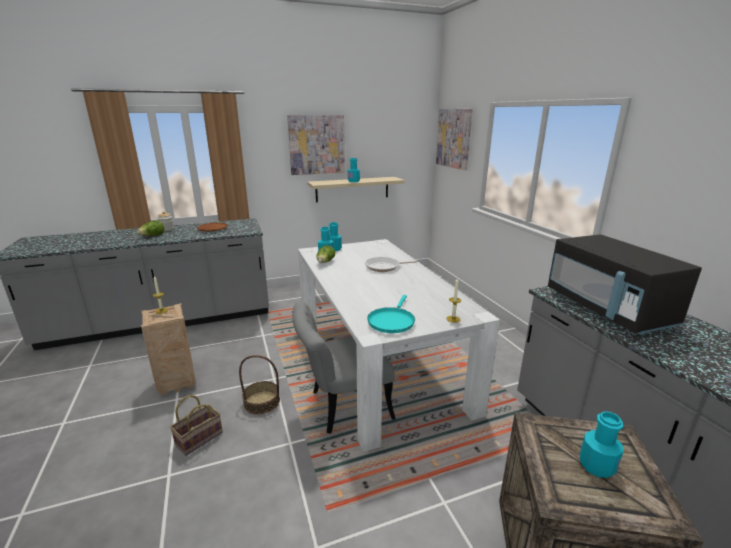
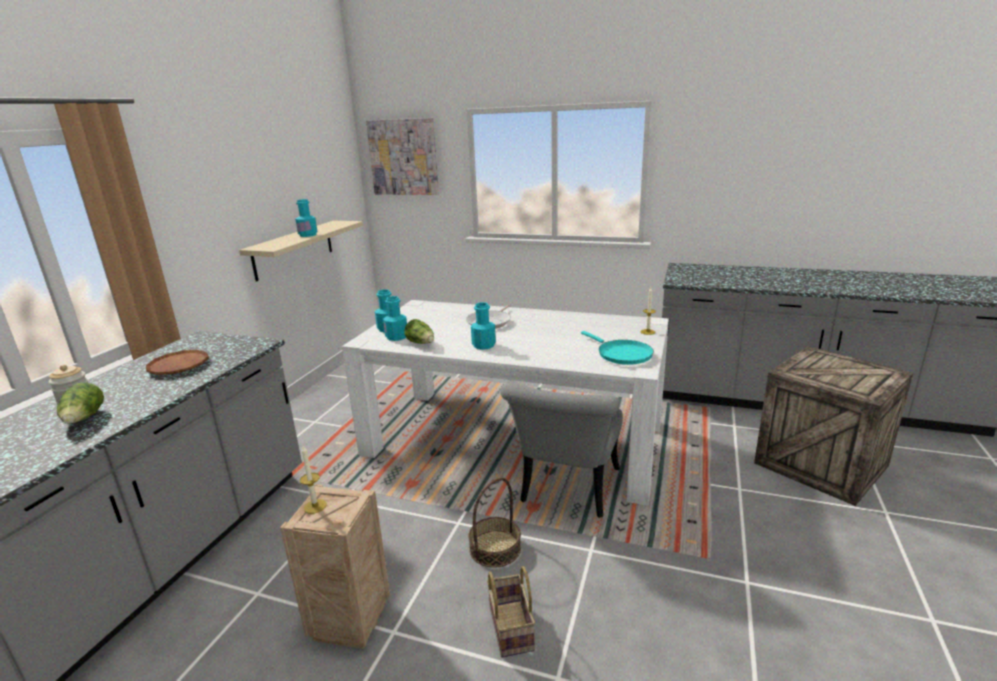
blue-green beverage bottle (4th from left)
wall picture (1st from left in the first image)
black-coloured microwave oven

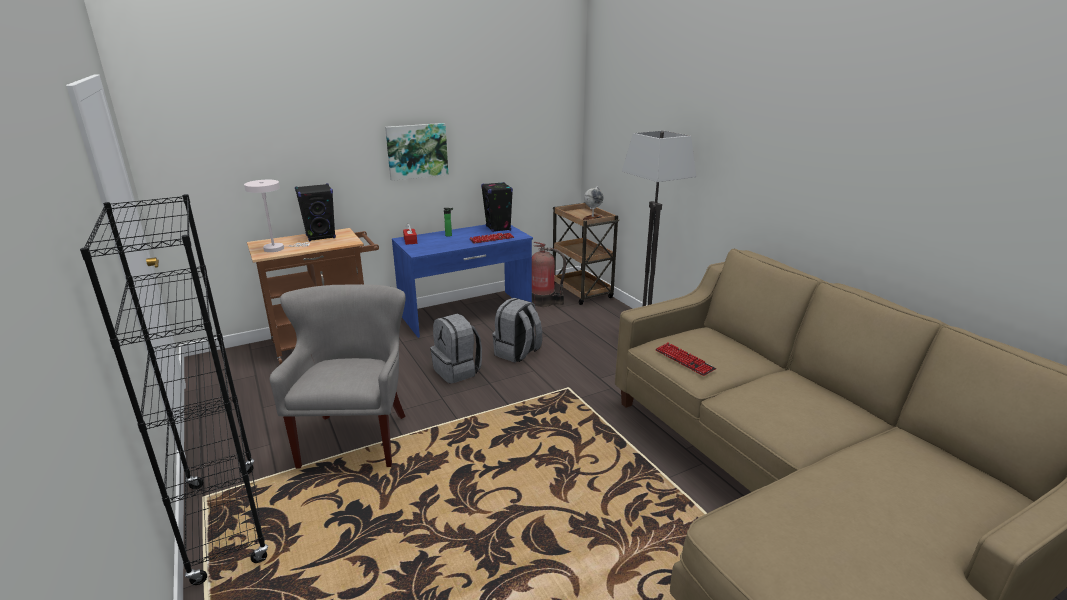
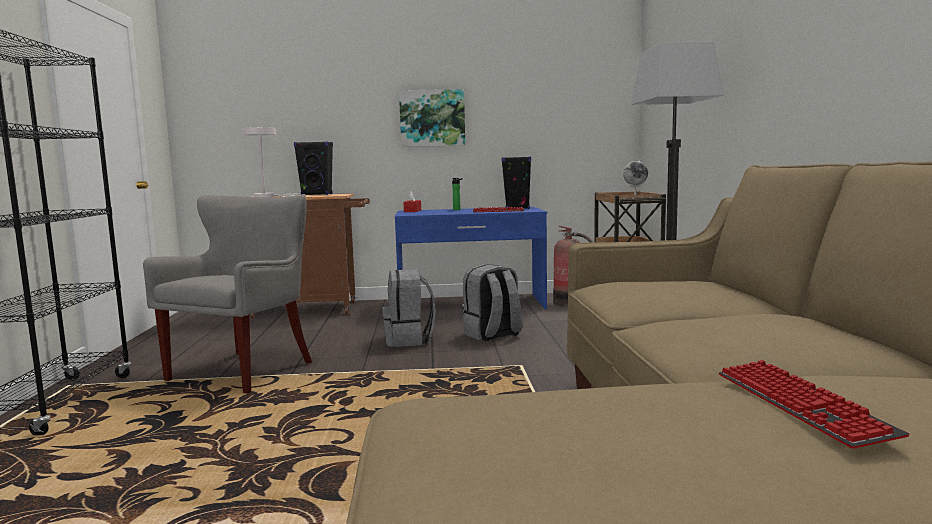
computer keyboard (2nd from left)

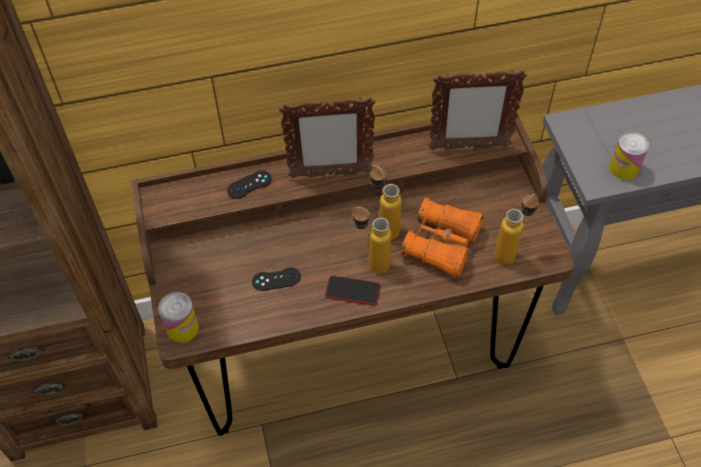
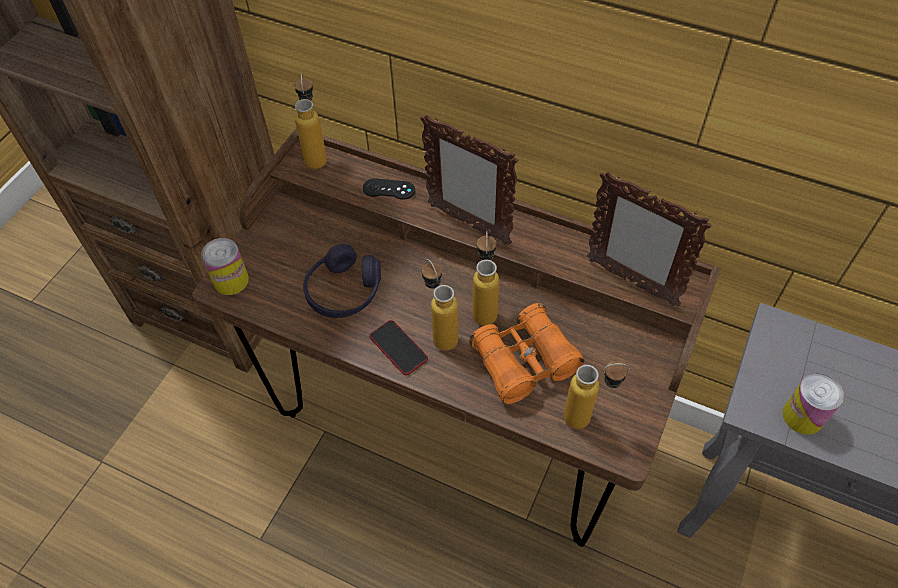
beverage bottle (1st from left)
purple-coloured pair of headphones

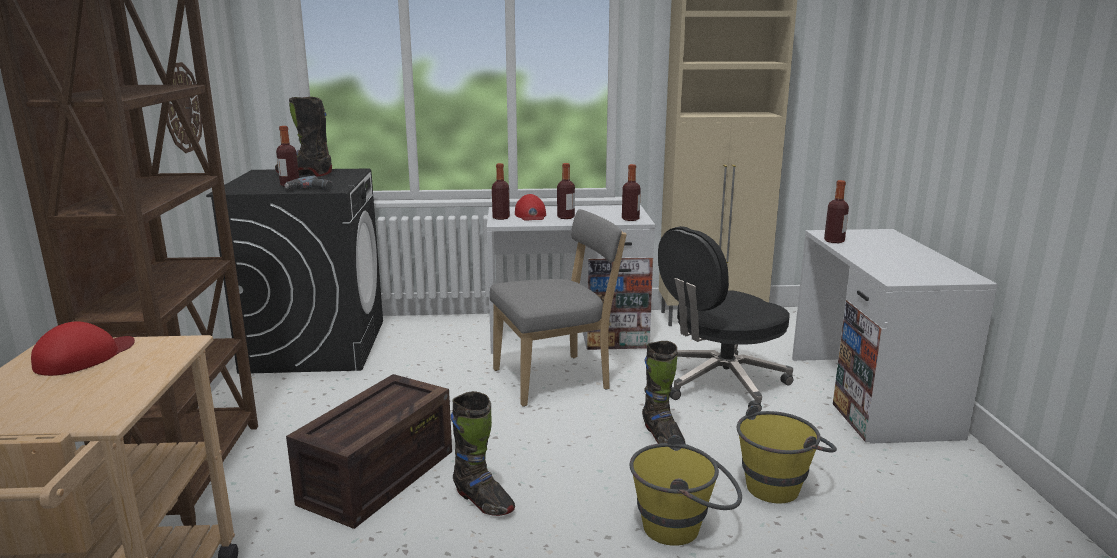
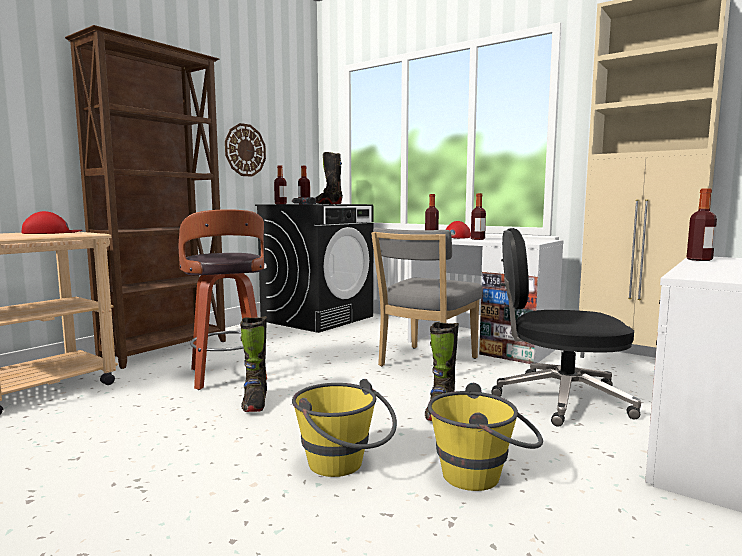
stool
beverage bottle (1st from left)
gray upright chair

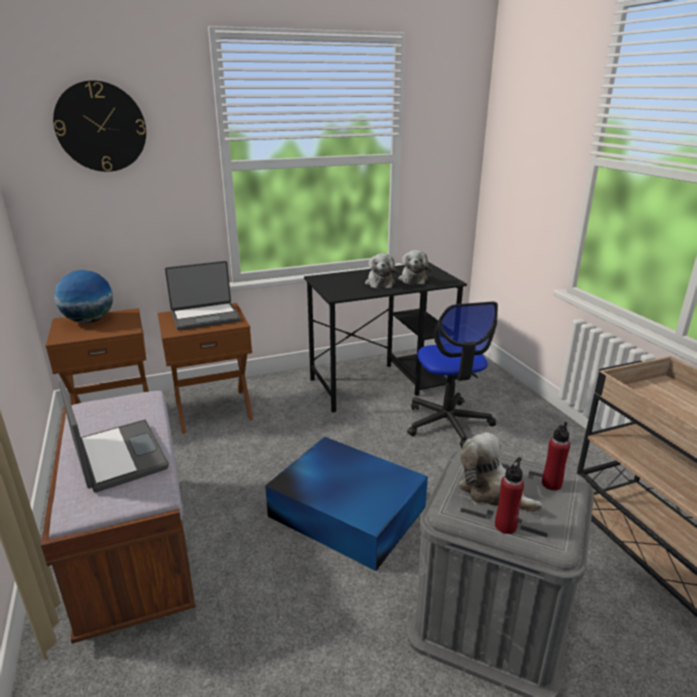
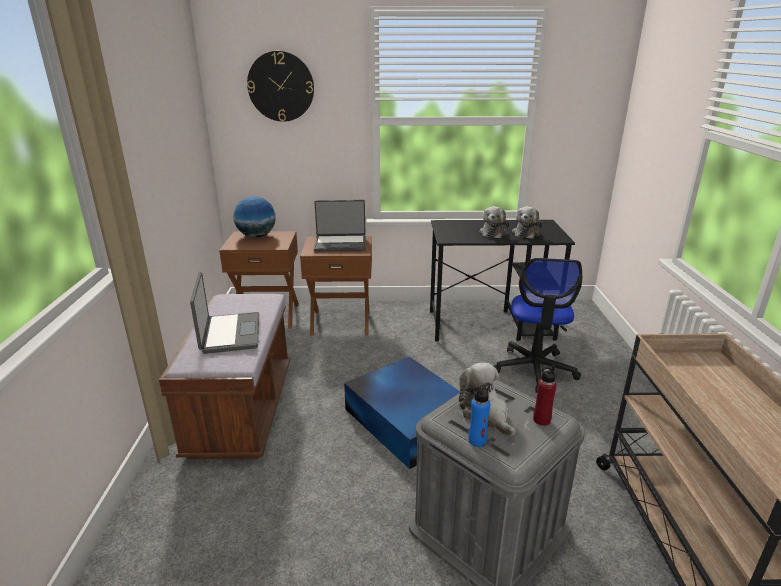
blue beverage bottle

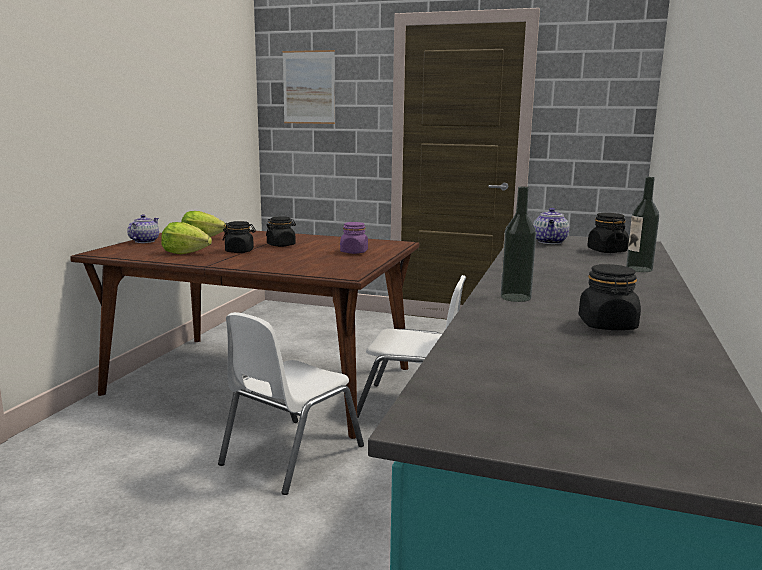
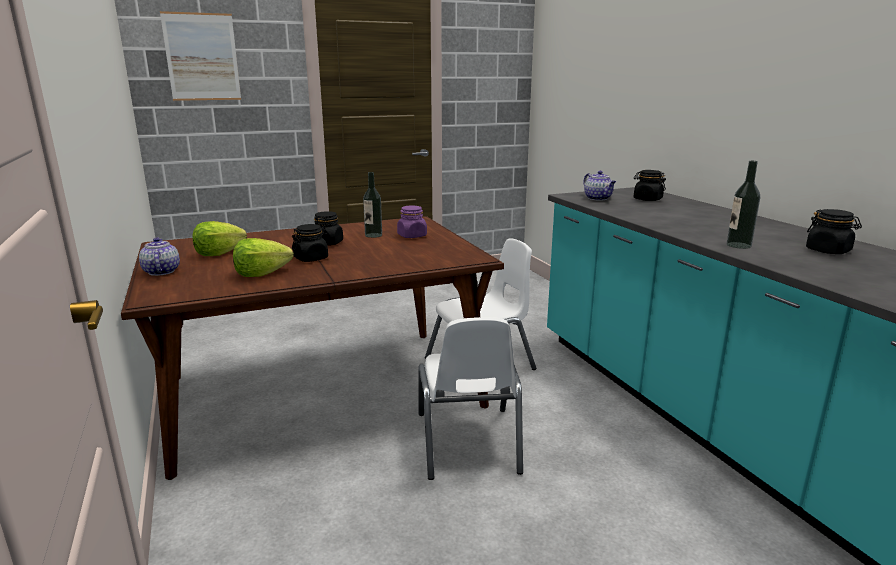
beverage bottle (1st from left)

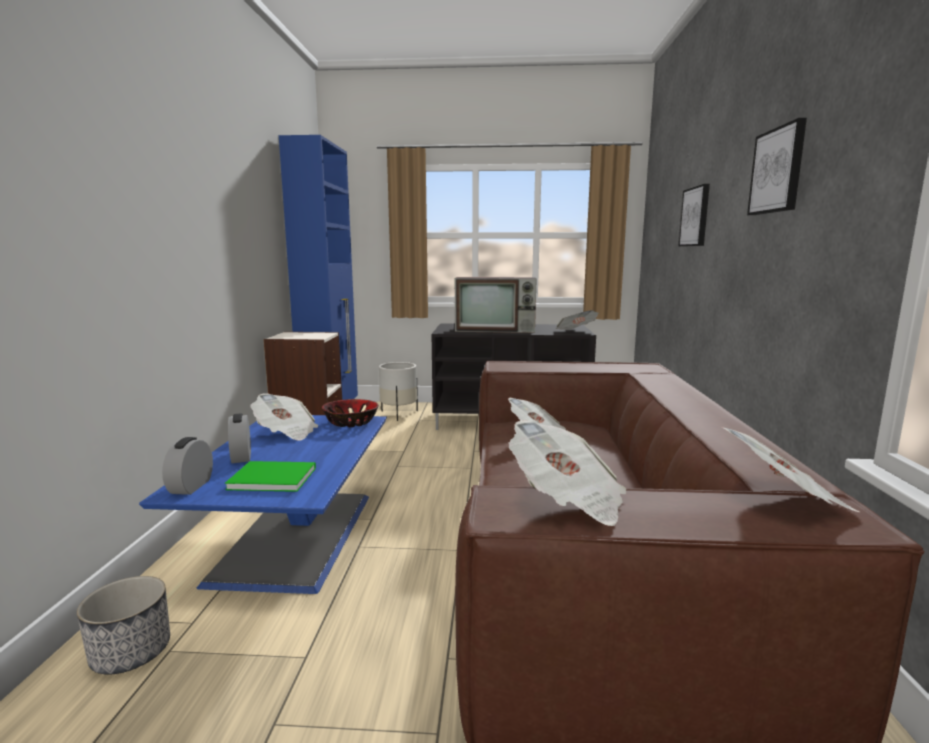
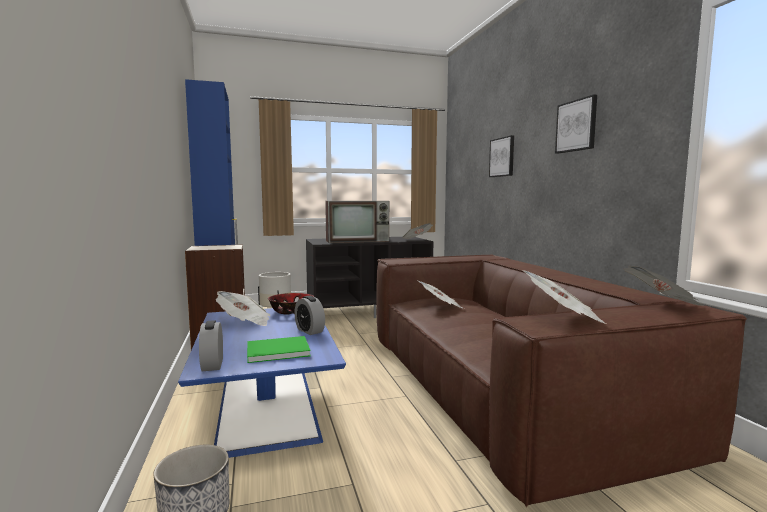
alarm clock (2nd from left)

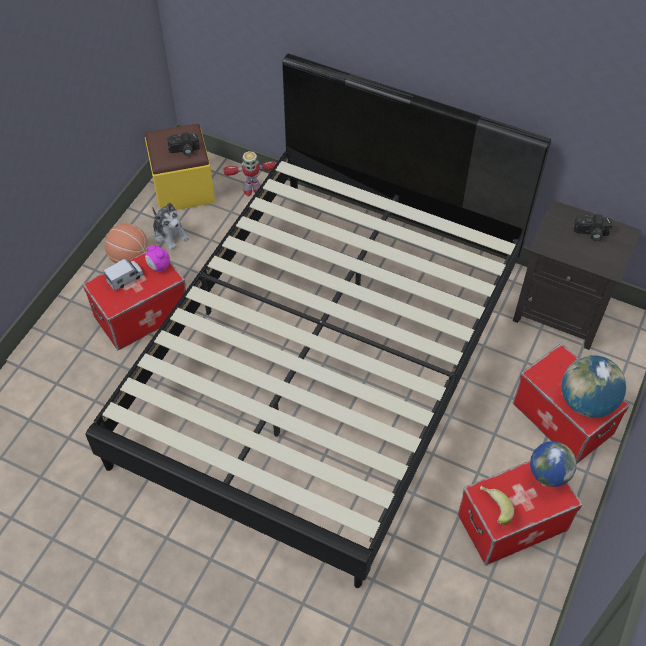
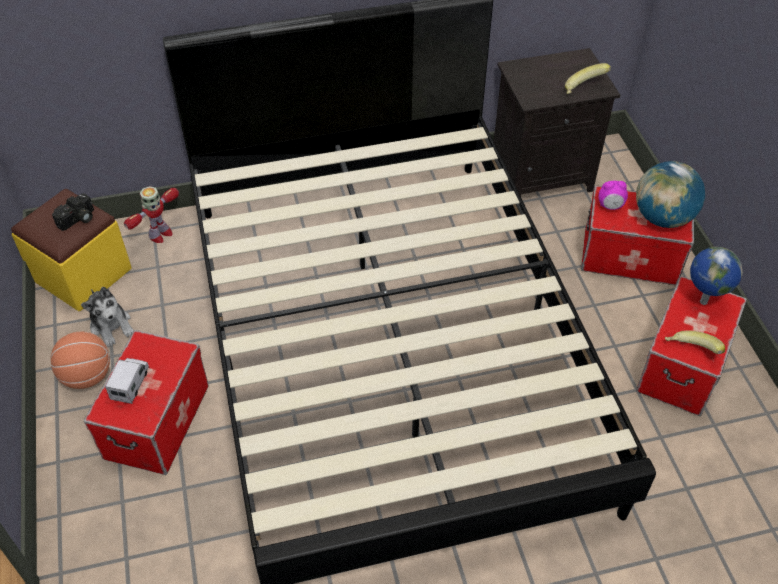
cuddly toy
banana (1st from left)
alarm clock
photo camera (2nd from left in the first image)

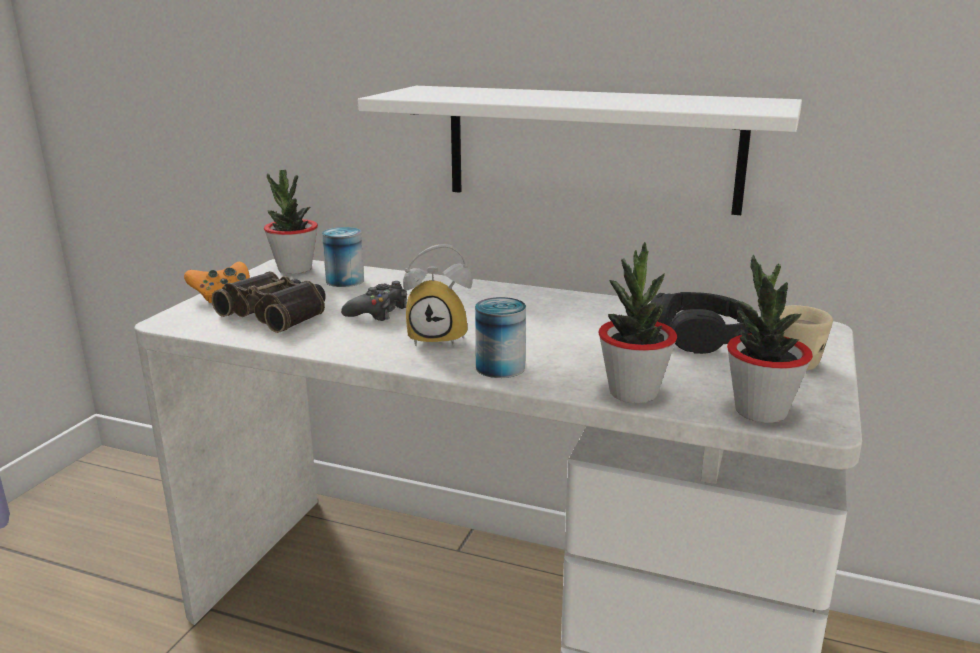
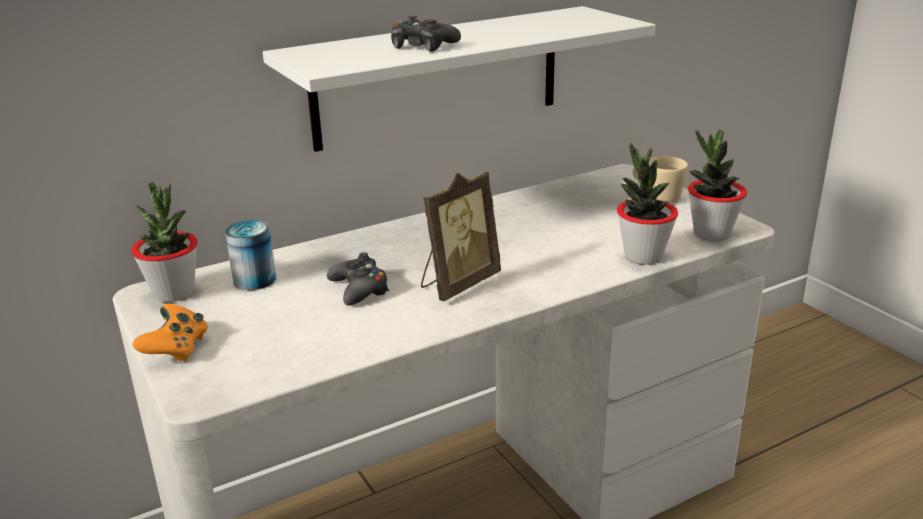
black-coloured game controller (2nd from left)
standing frame
binoculars
metal can (2nd from left in the first image)
black-coloured pair of headphones

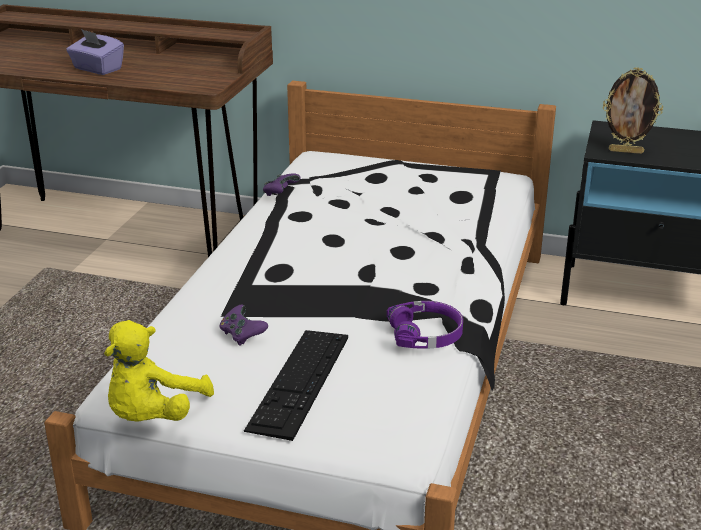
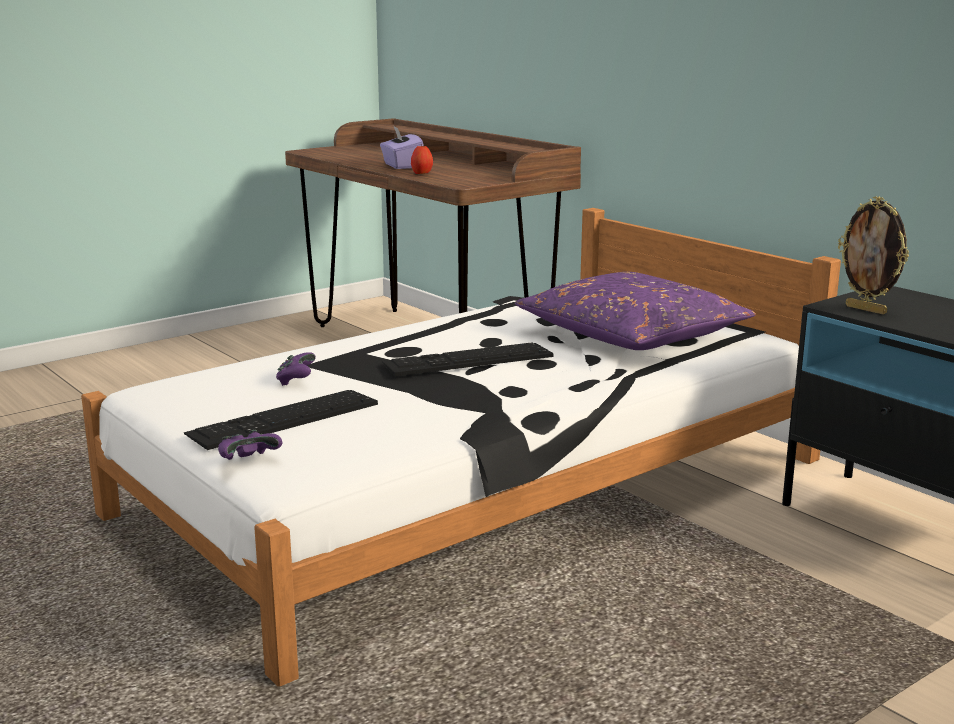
purple-coloured game controller (1st from left)
computer keyboard (2nd from left)
whole apple
purple-coloured pillow
yellow-coloured cuddly toy
purple-coloured pair of headphones

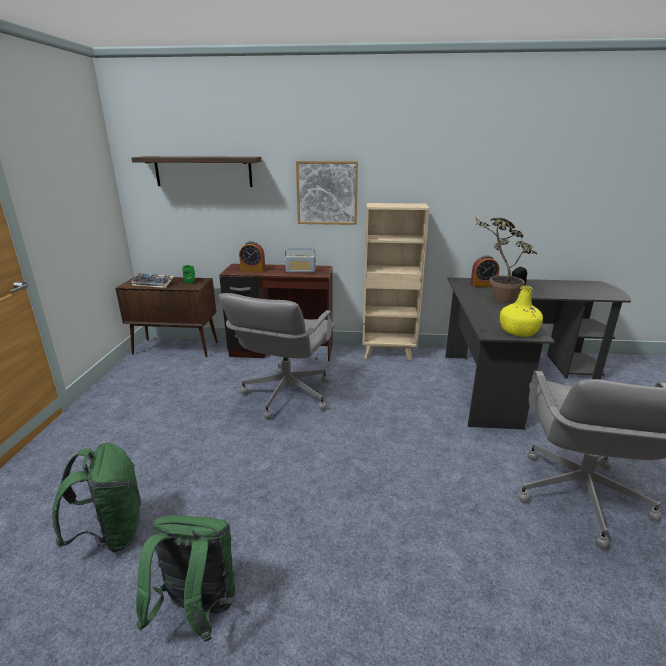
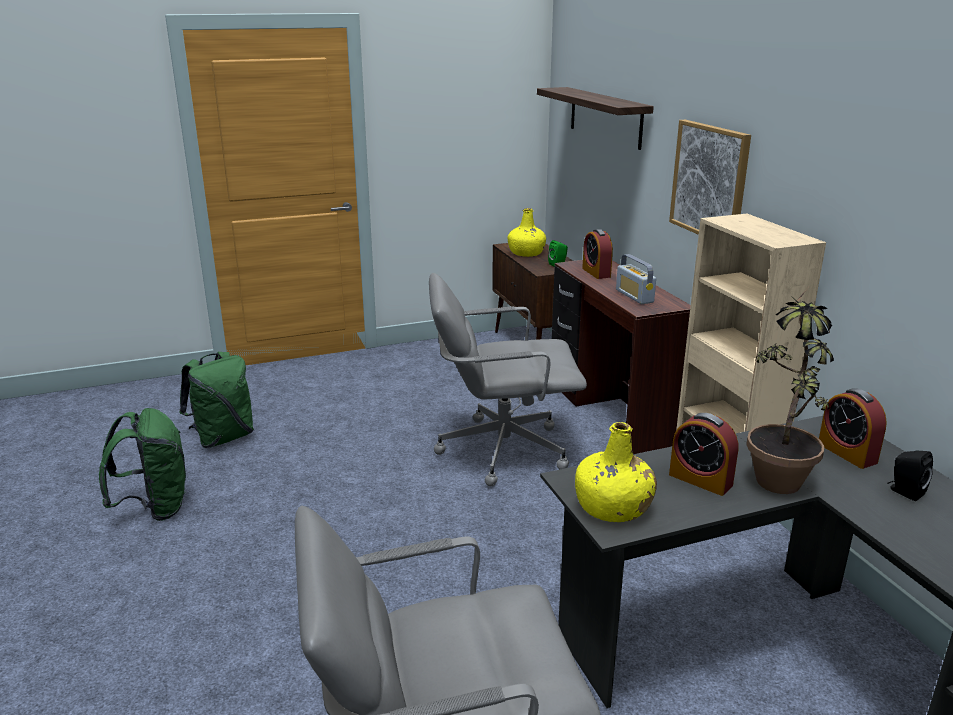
yellow-coloured beverage bottle (1st from left)
alarm clock (2nd from left)

